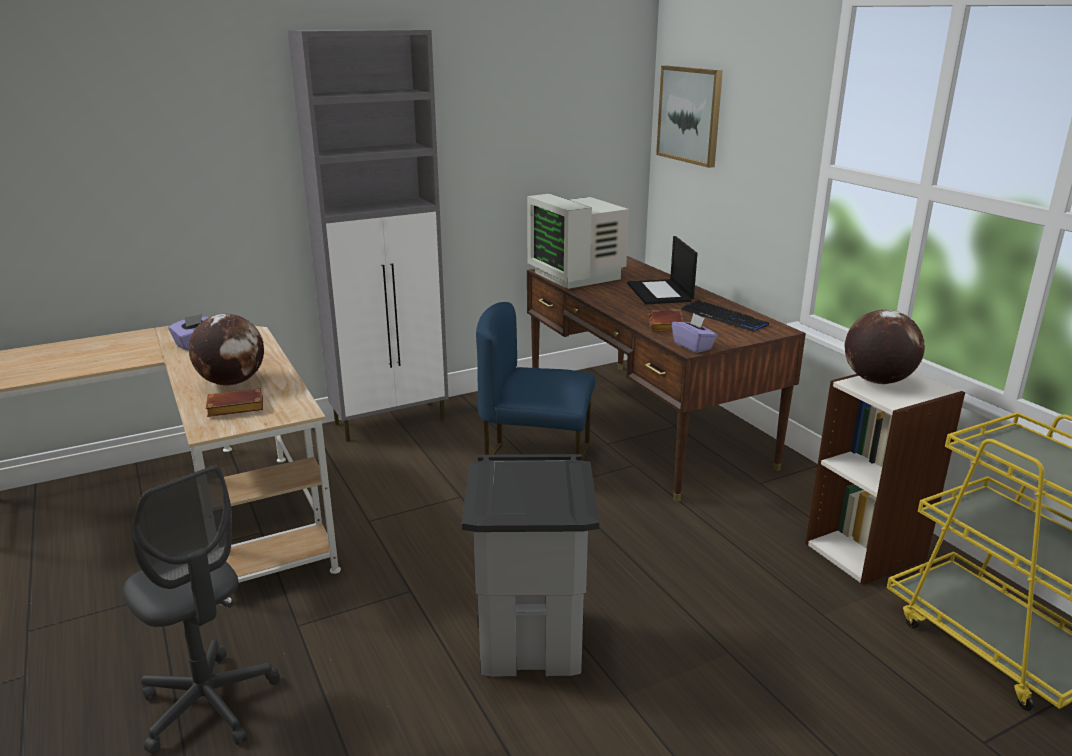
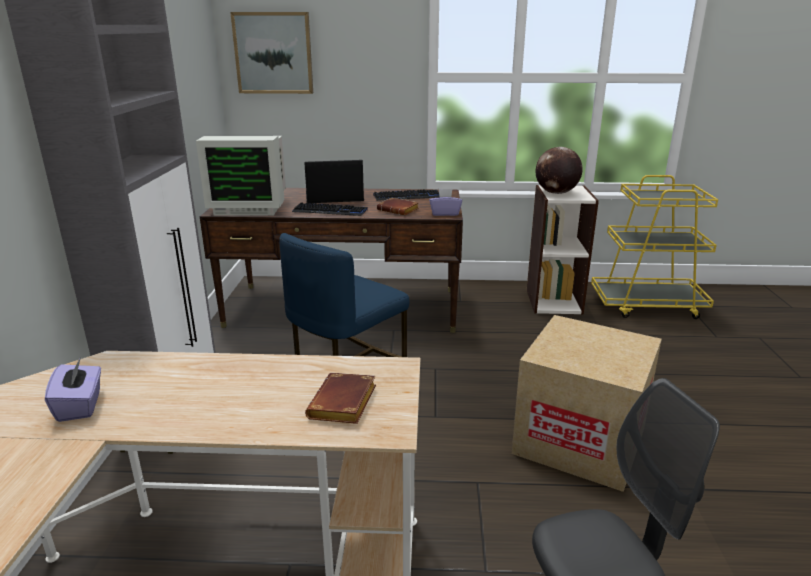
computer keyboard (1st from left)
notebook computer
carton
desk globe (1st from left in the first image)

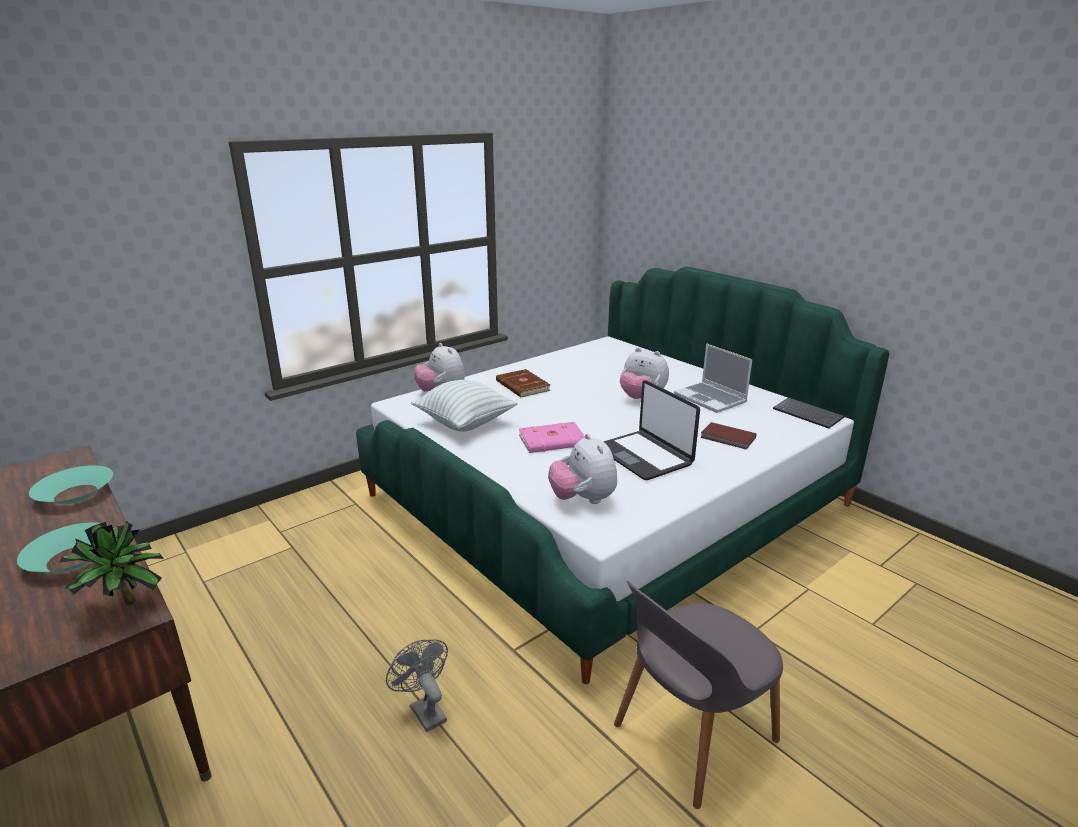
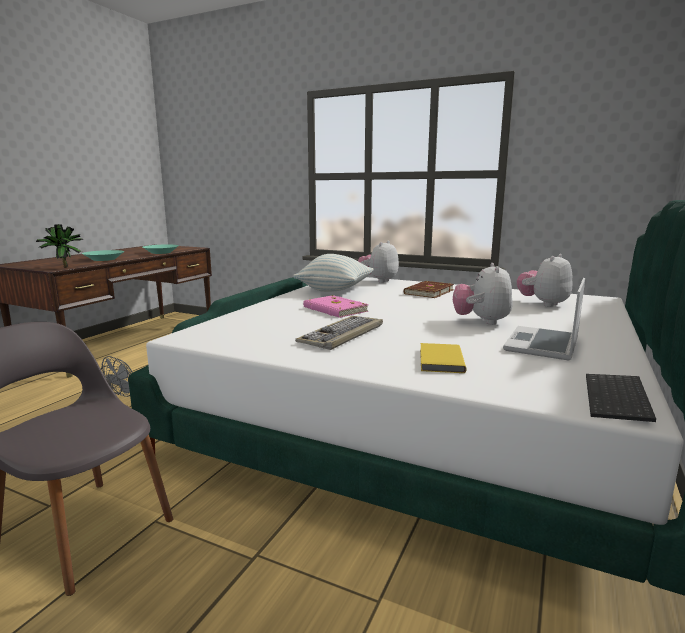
computer keyboard (1st from left)
yellow-coloured bound book
cuddly toy (3rd from left)

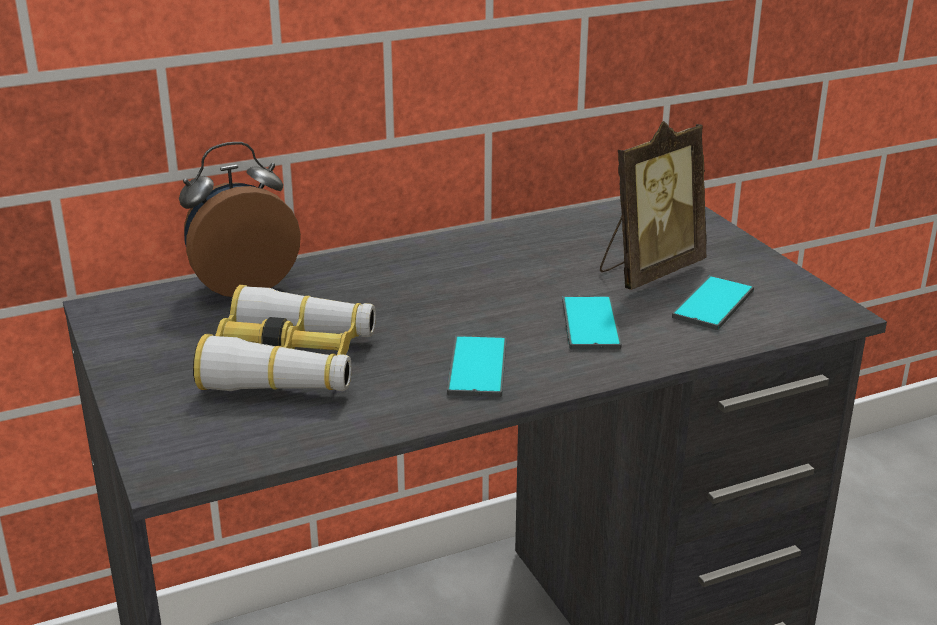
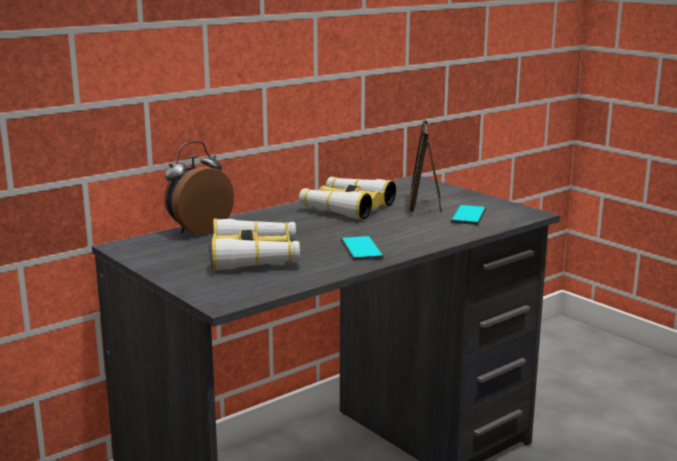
binoculars (2nd from left)
standing frame
handset (2nd from left in the first image)

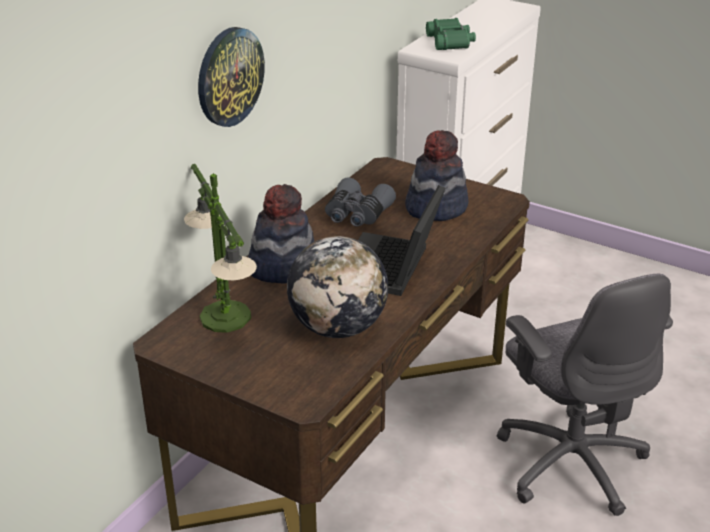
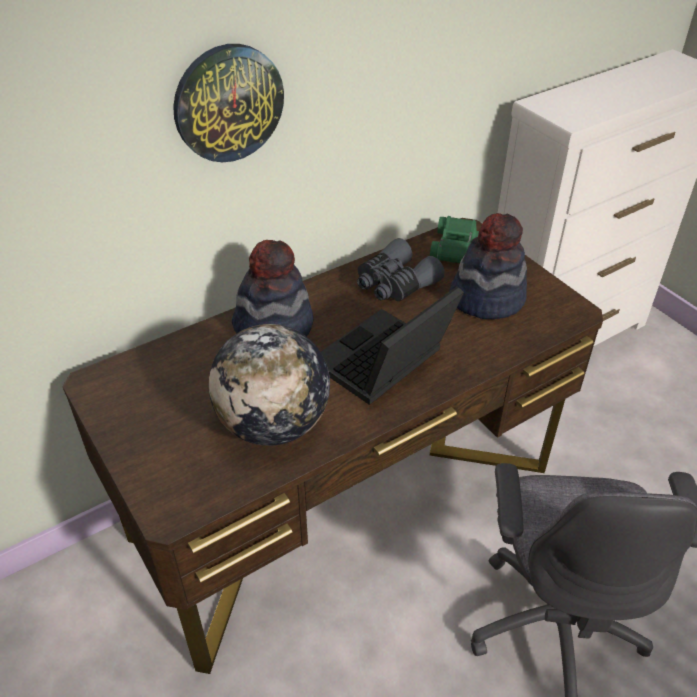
green-coloured binoculars
table lamp

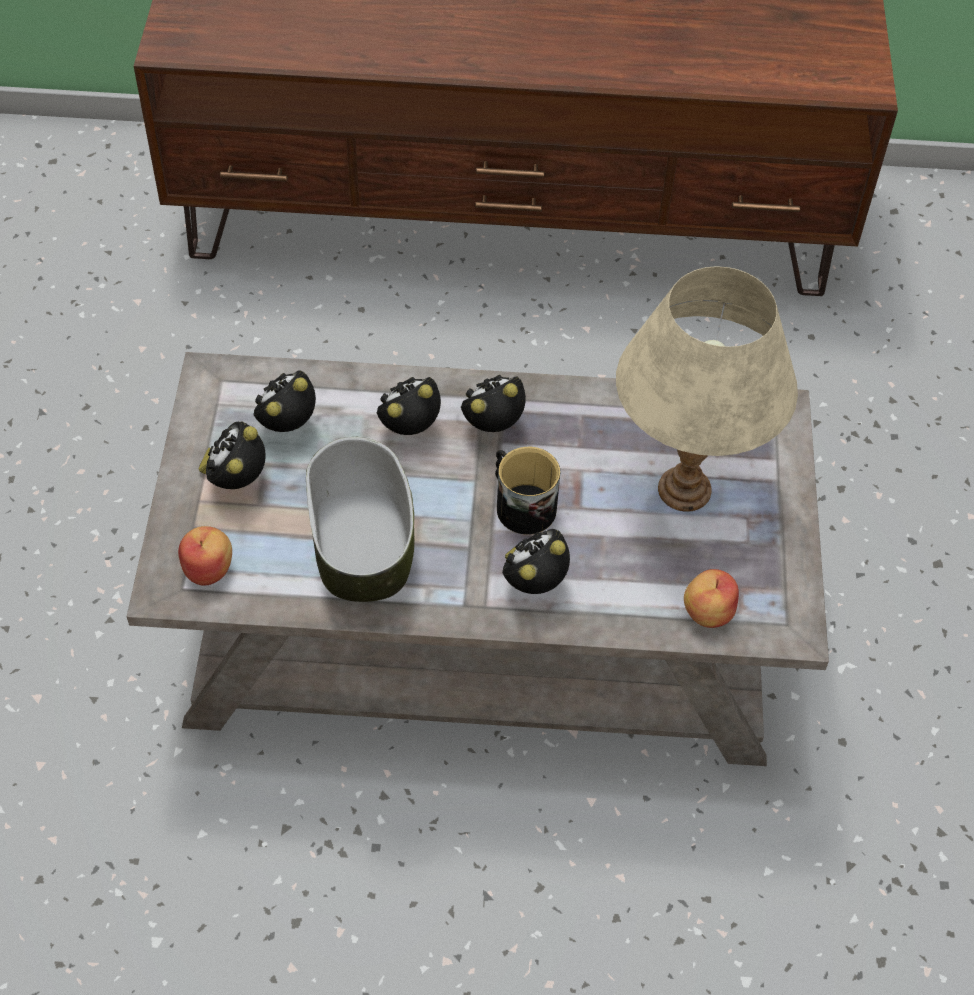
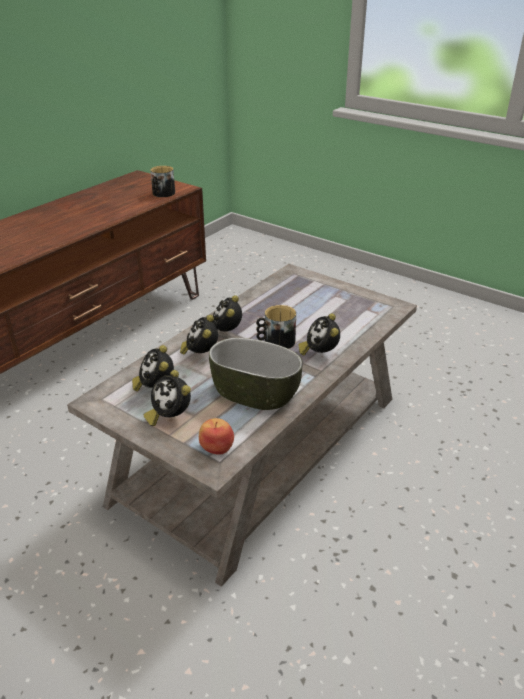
tea mug (1st from left)
beige-coloured table lamp
whole apple (2nd from left in the first image)

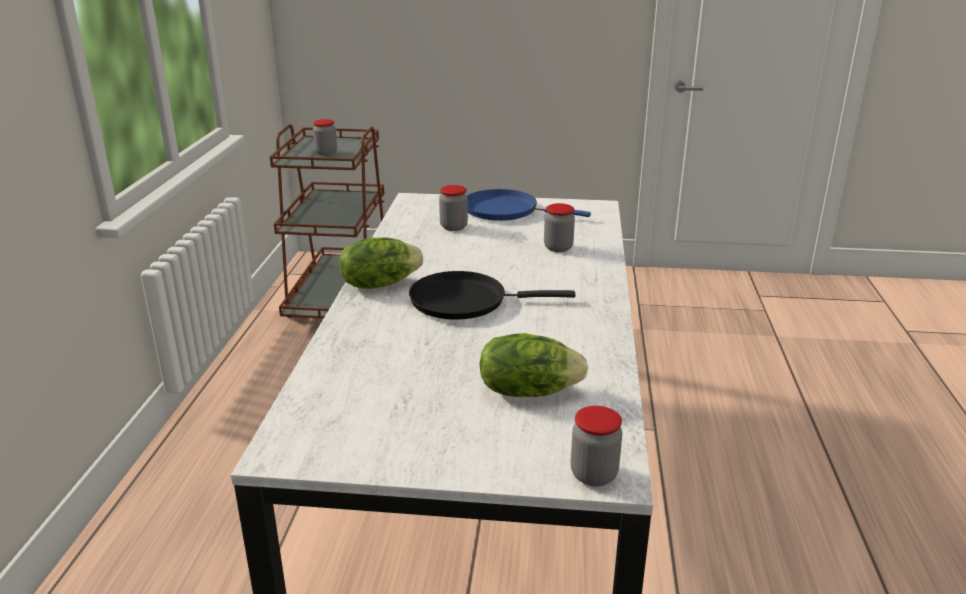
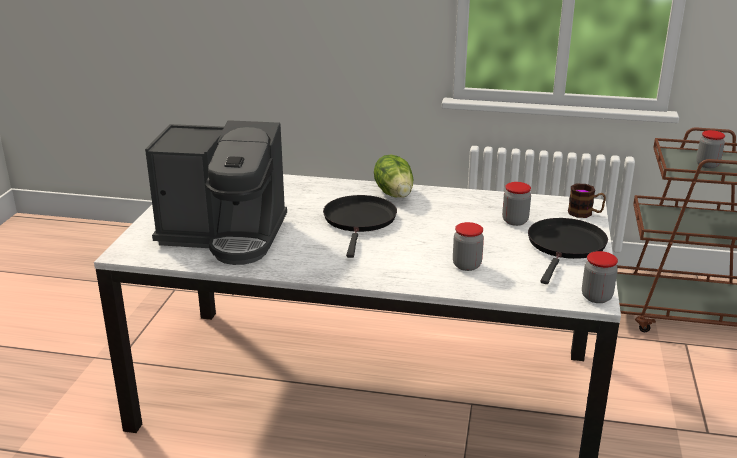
coffee machine
black-coloured skillet (2nd from left)
tea mug
storage jar (3rd from left)

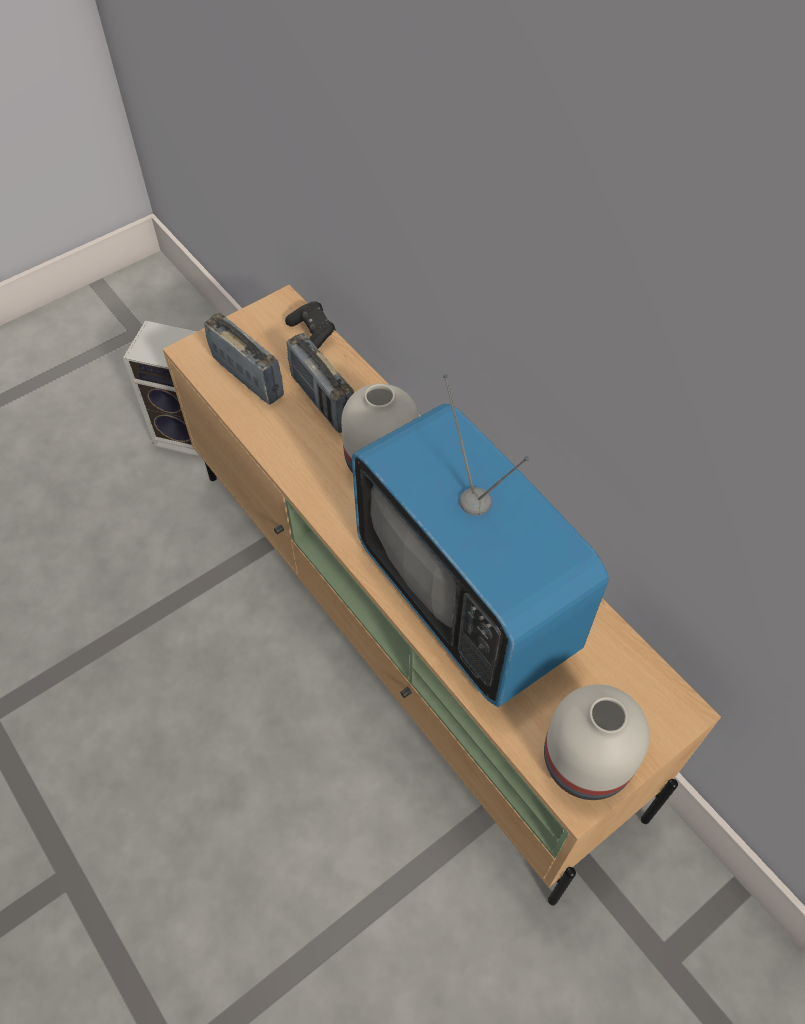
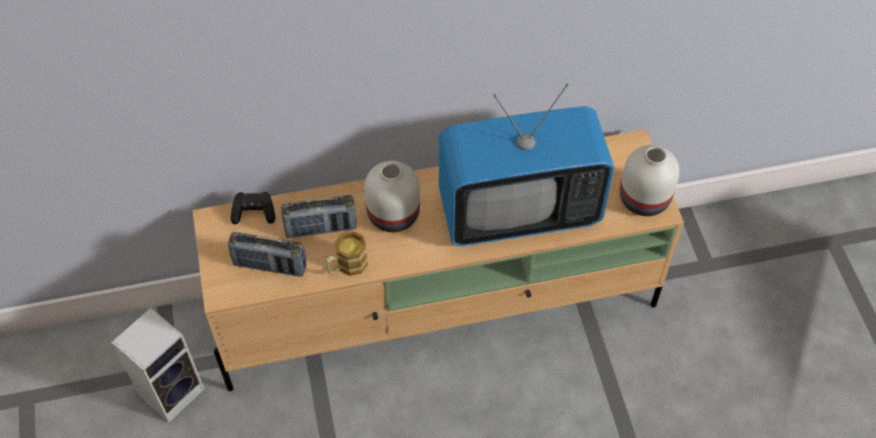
radio (1st from left)
tea mug

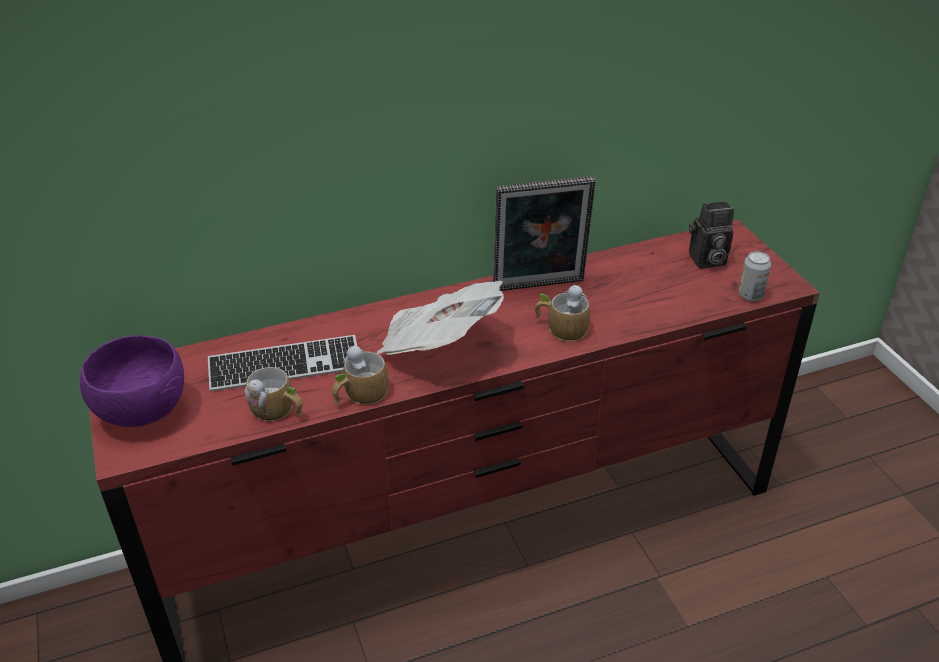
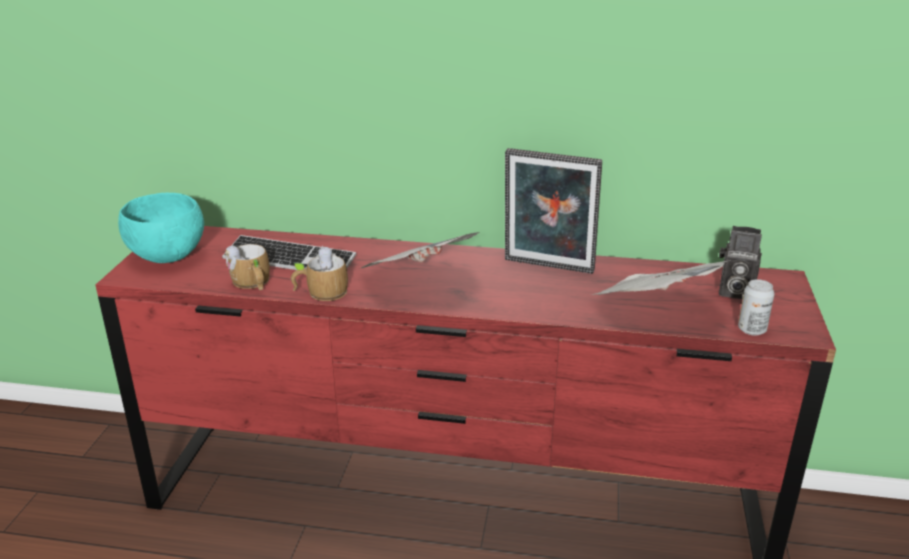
blue-green serving bowl
printed paper (2nd from left)
tea mug (3rd from left in the first image)

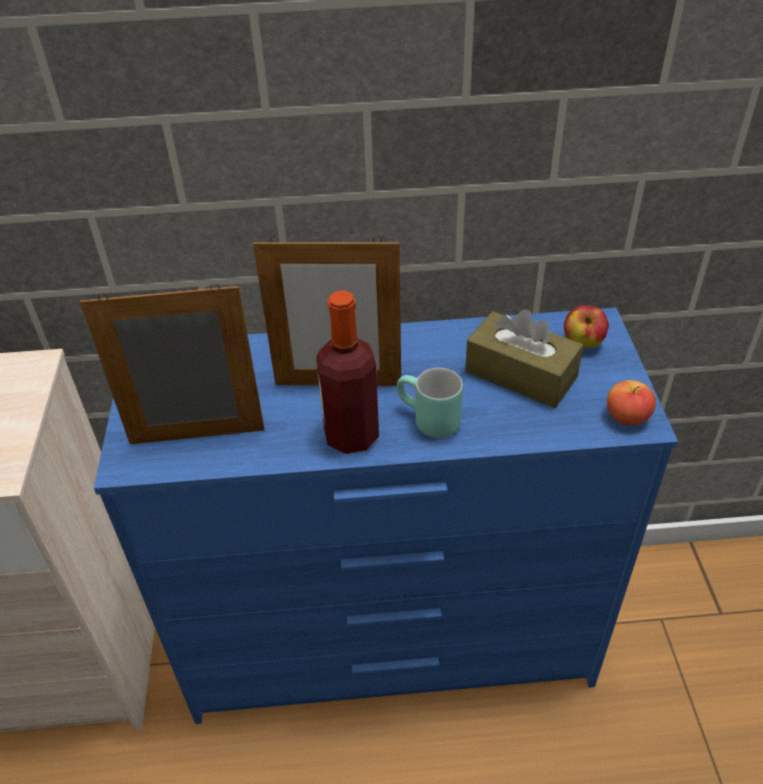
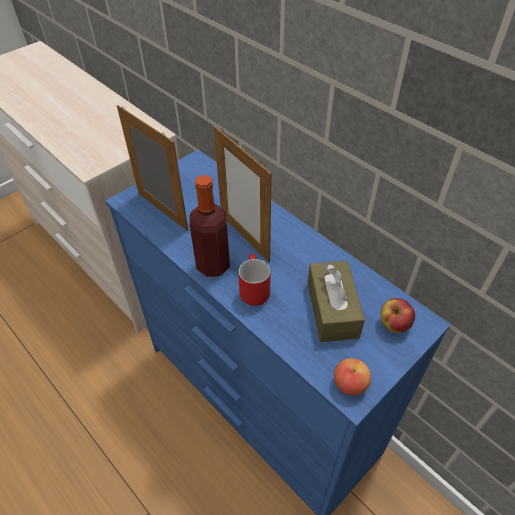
reddish tea mug

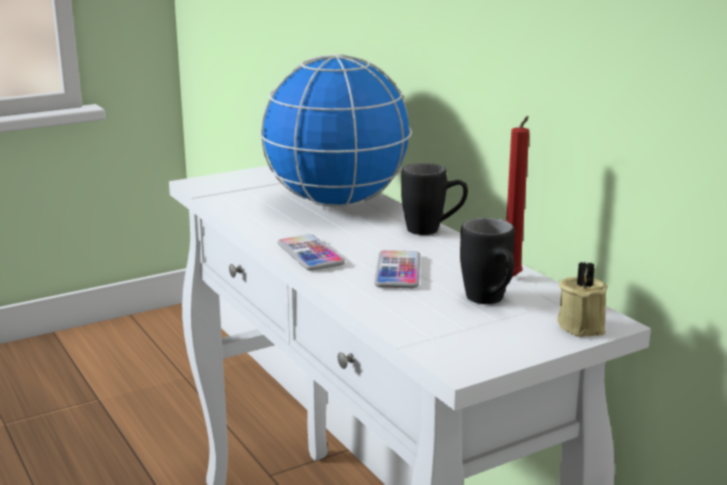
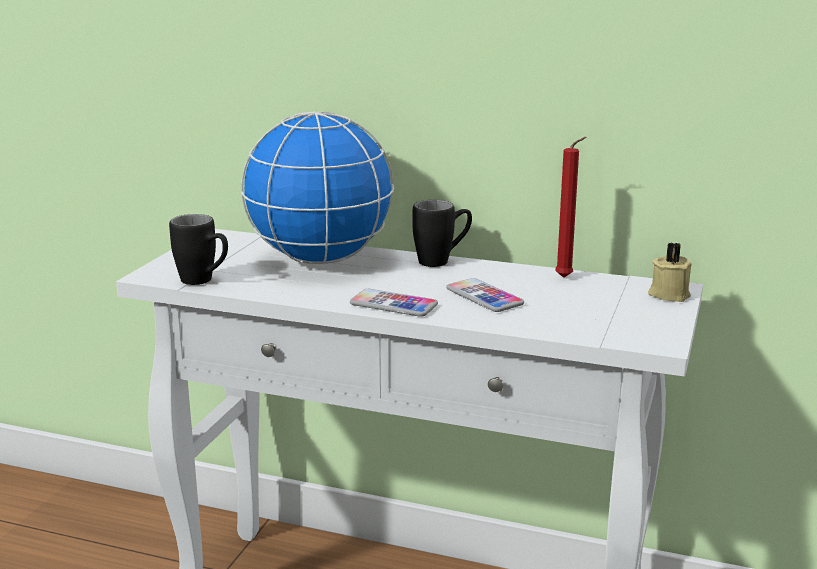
black-coloured tea mug (1st from left)

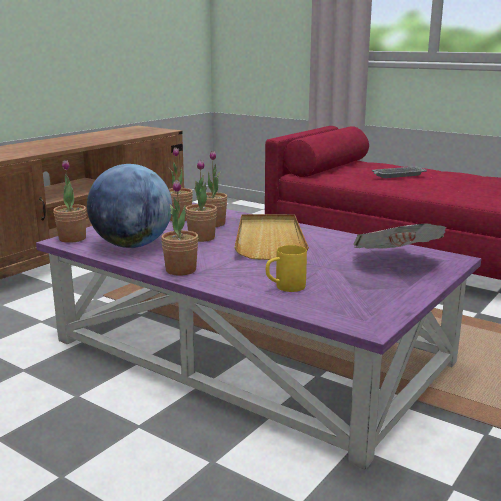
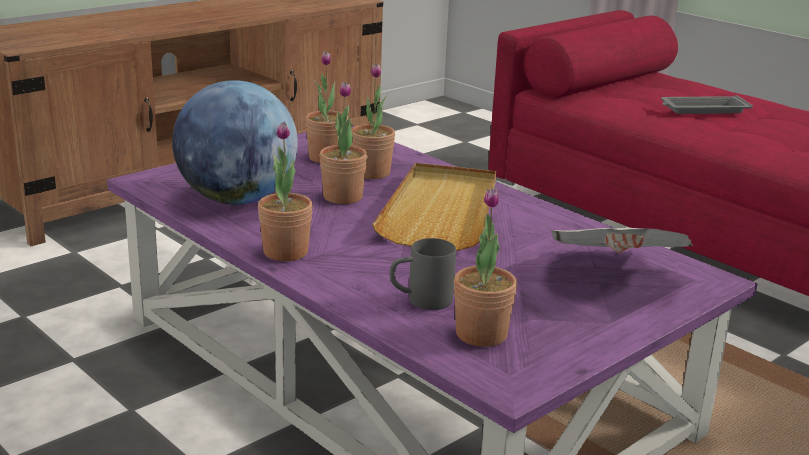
gray tea mug
potted plant (5th from left)

